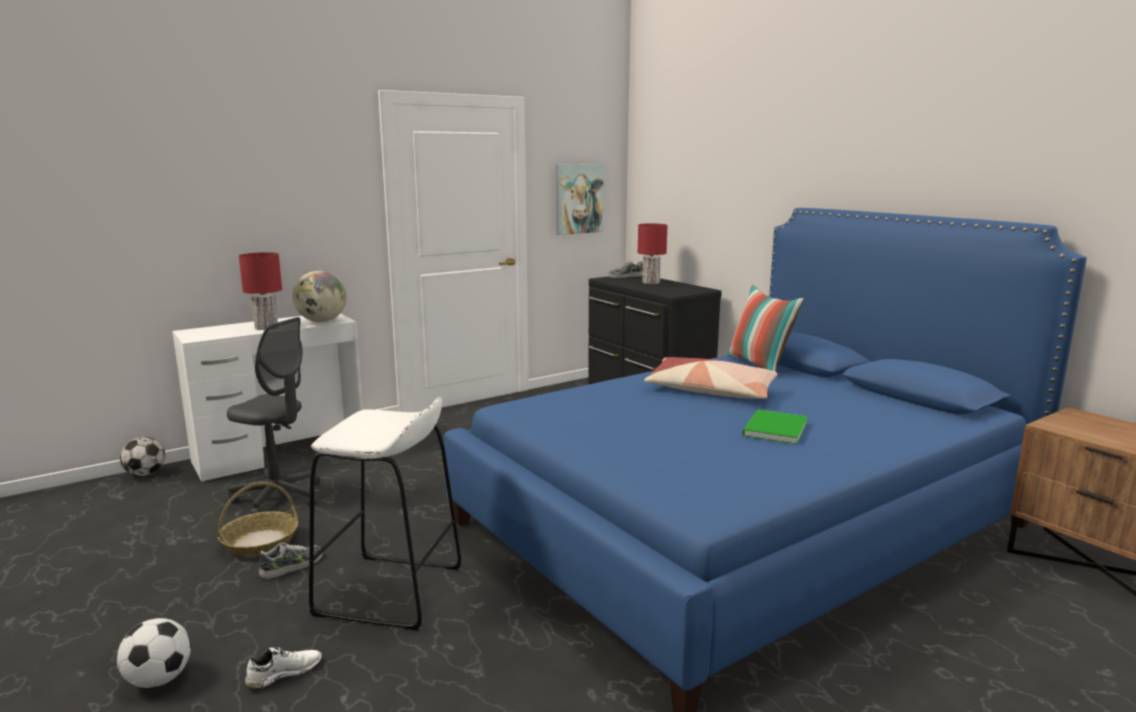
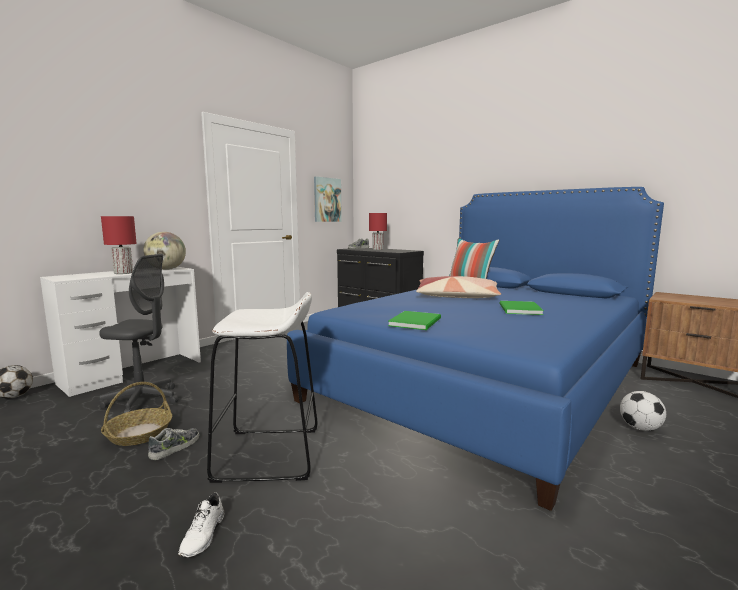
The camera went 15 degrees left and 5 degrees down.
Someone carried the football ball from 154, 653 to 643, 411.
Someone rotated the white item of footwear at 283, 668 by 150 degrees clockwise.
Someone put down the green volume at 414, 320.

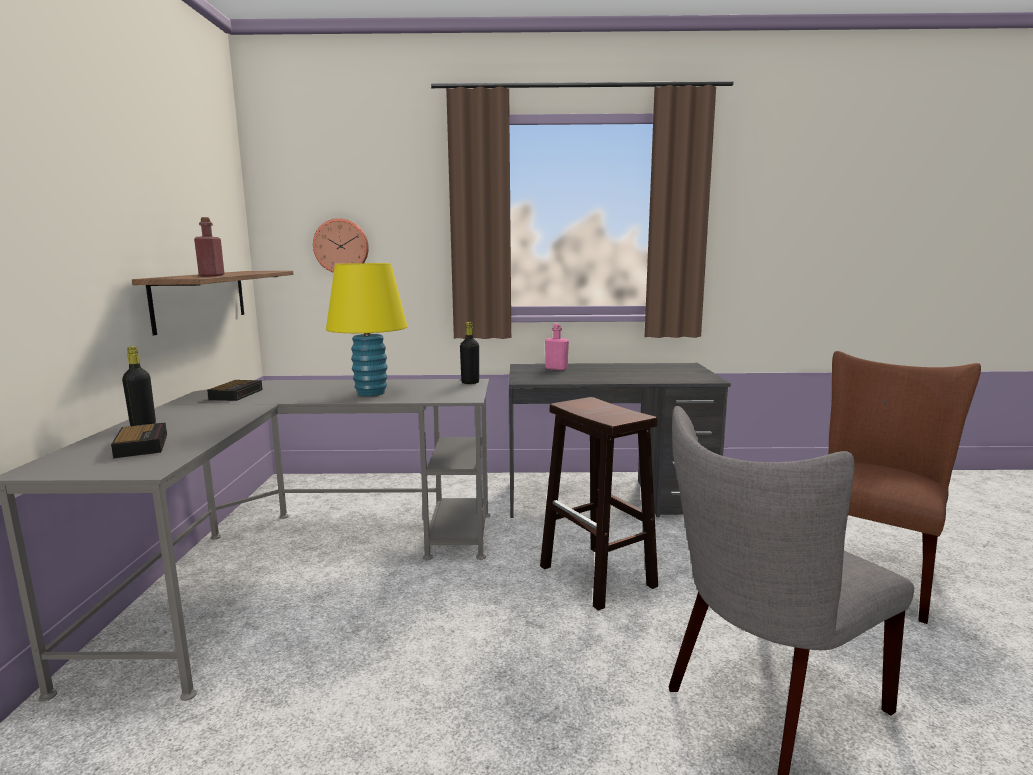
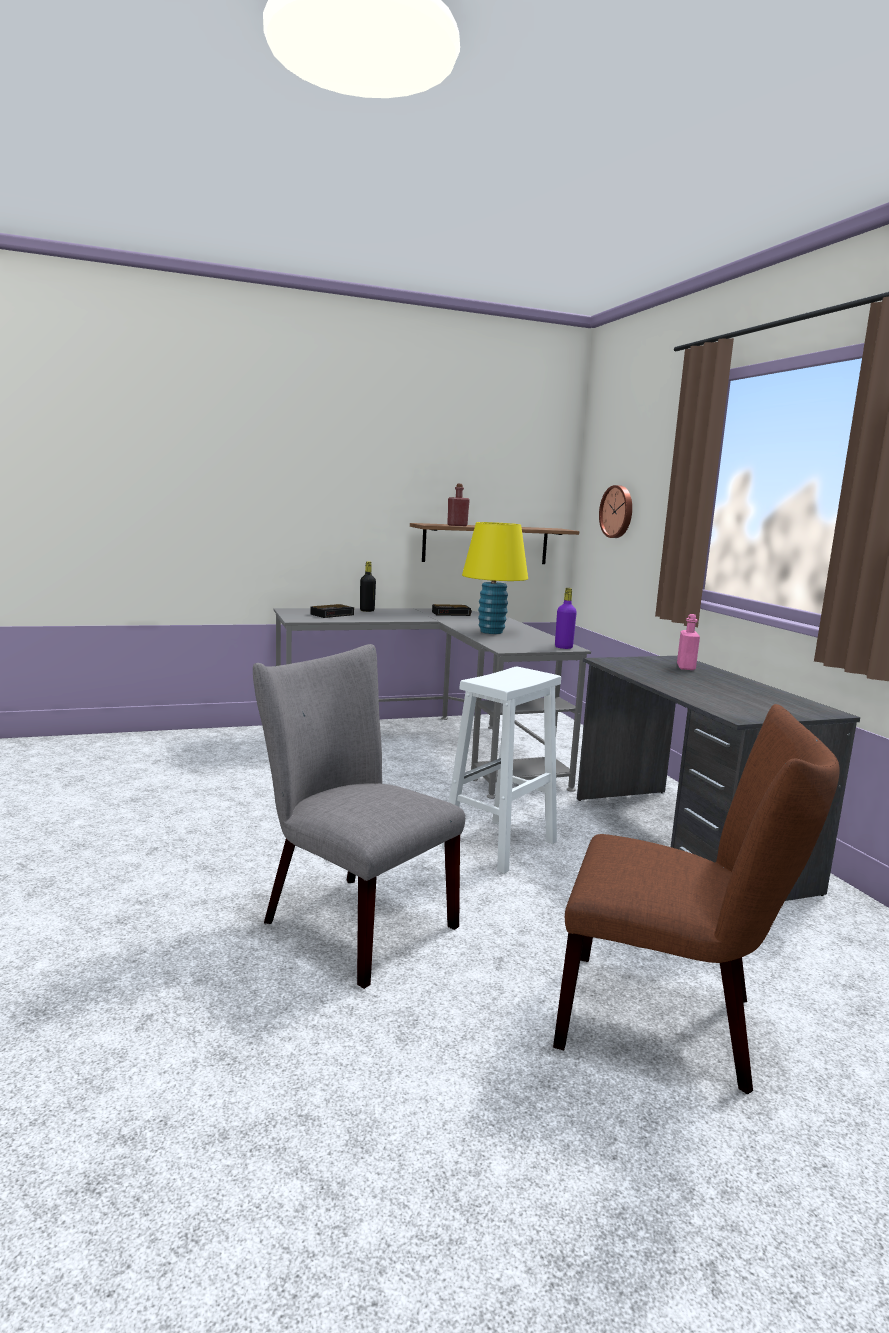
The camera went 70 degrees right and 0 degrees up.
Someone repainted the black-coloured beverage bottle at 469, 353, which became the purple-coloured beverage bottle at 566, 618.
Someone repainted the brownish sitting stool at 599, 504, which became the white sitting stool at 501, 770.

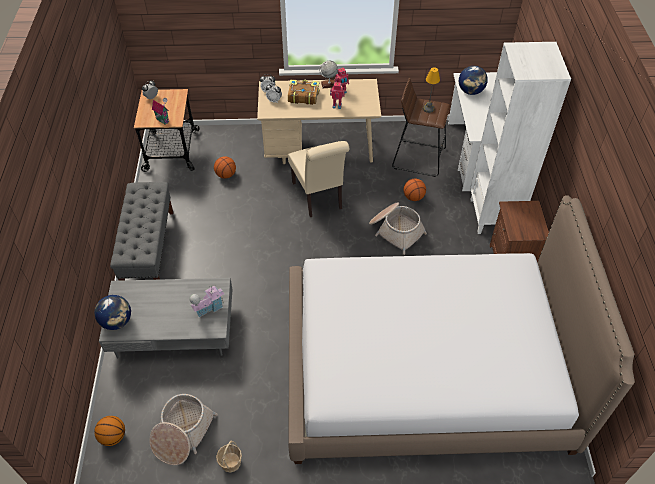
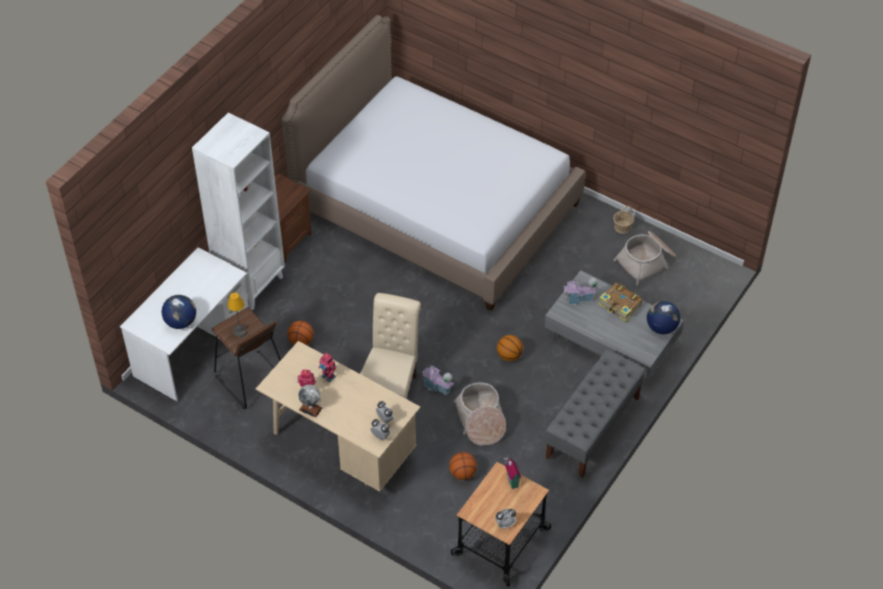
The camera went 145 degrees left and 0 degrees up.
Someone carried the basketball from 109, 431 to 510, 348.
Someone carried the volume from 303, 92 to 620, 302.
Someone carried the household basket from 398, 228 to 480, 414.
Someone put down the toy house at 438, 380.

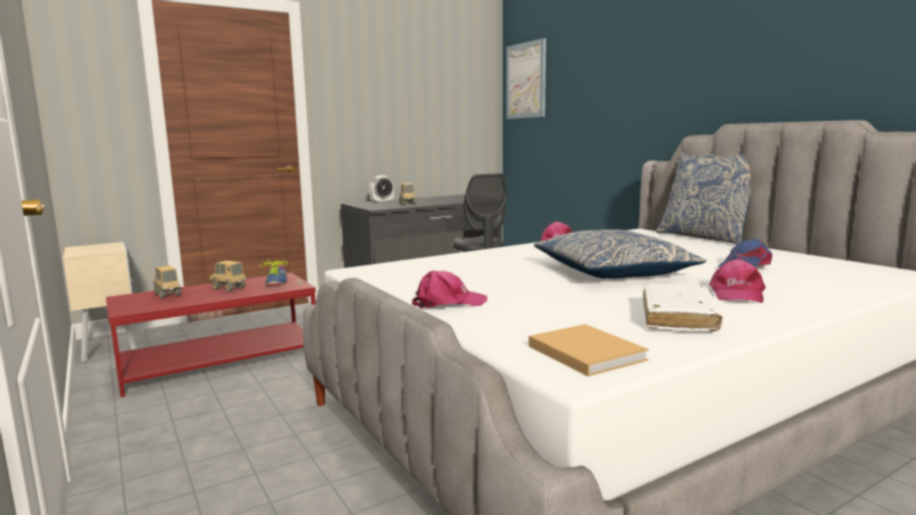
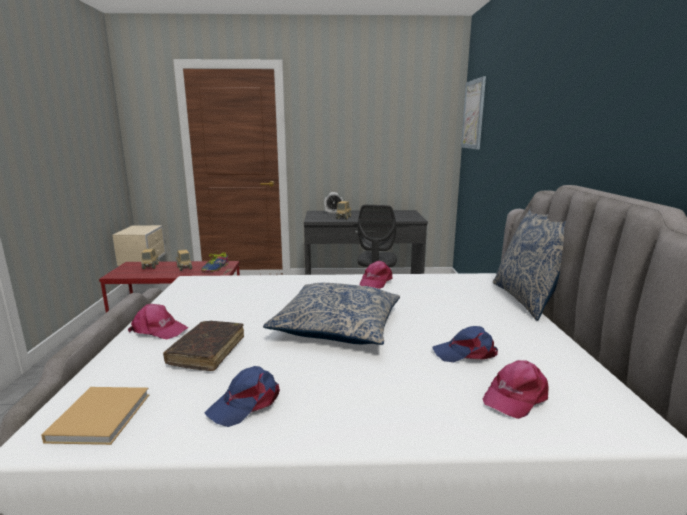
The camera went 30 degrees right and 5 degrees up.
Someone swapped the white volume at 682, 308 for the bluish peaked cap at 242, 396.
Someone carried the pink peaked cap from 737, 281 to 516, 389.
Someone put down the brownish volume at 203, 346.

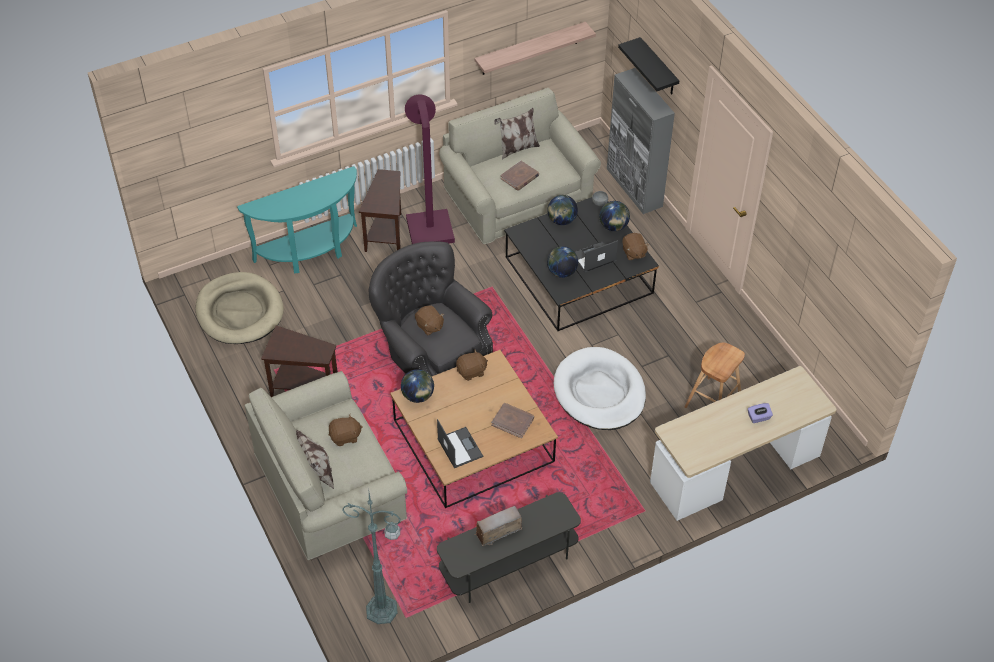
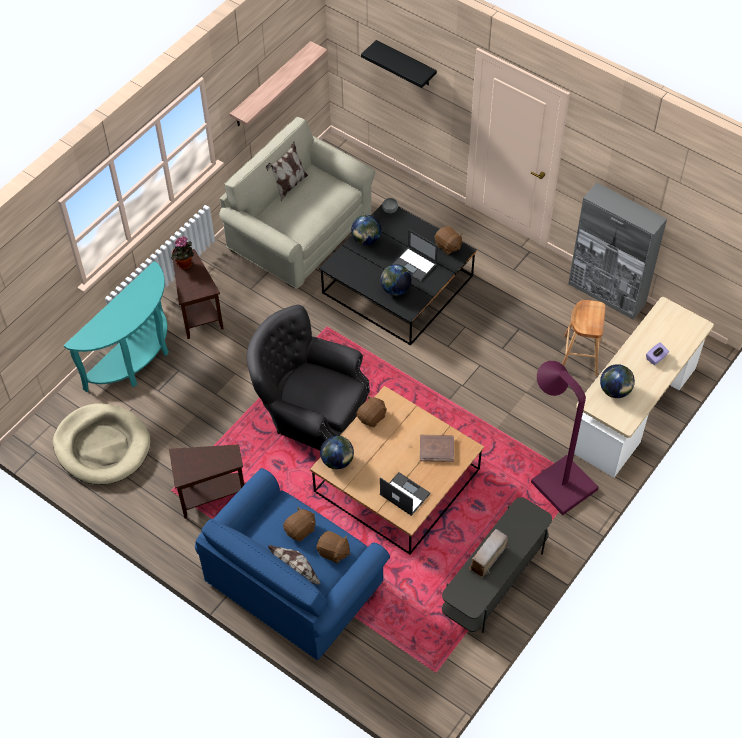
The camera went 25 degrees left and 5 degrees up.
Someone repainted the beige-coloured sofa at 325, 465, which became the bluish sofa at 292, 564.
Someone took away the green standing lamp at 371, 558.
Someone carried the purple-coloured standing lamp from 430, 169 to 564, 438.
Someone carried the brownish cuddly toy from 429, 320 to 333, 547.
Someone took away the brownish volume at 519, 176.
Someone took away the white pet bed at 600, 388.
Someone rotated the portable computer at 596, 256 by 90 degrees counterclockwise.
Someone carried the globe from 614, 216 to 617, 381.
Someone carried the grey cupboard from 641, 141 to 617, 251.
Someone put down the potted plant at 182, 253.

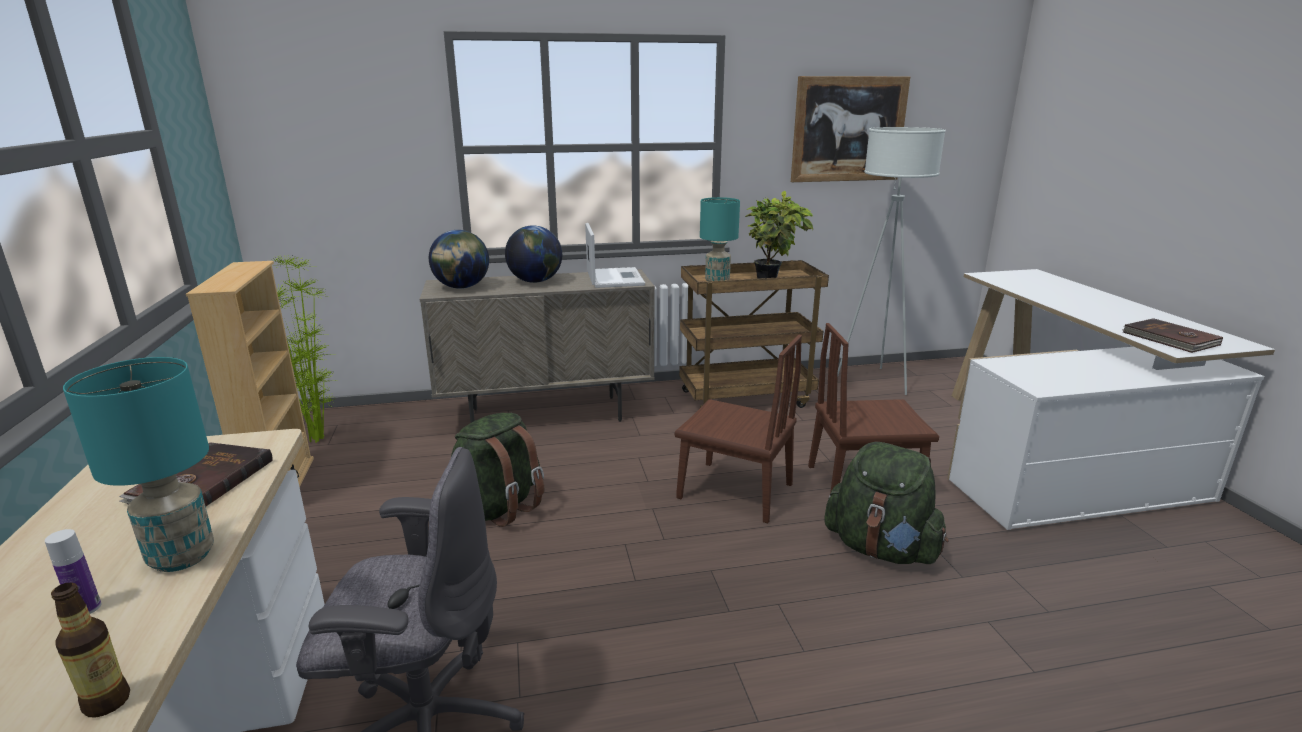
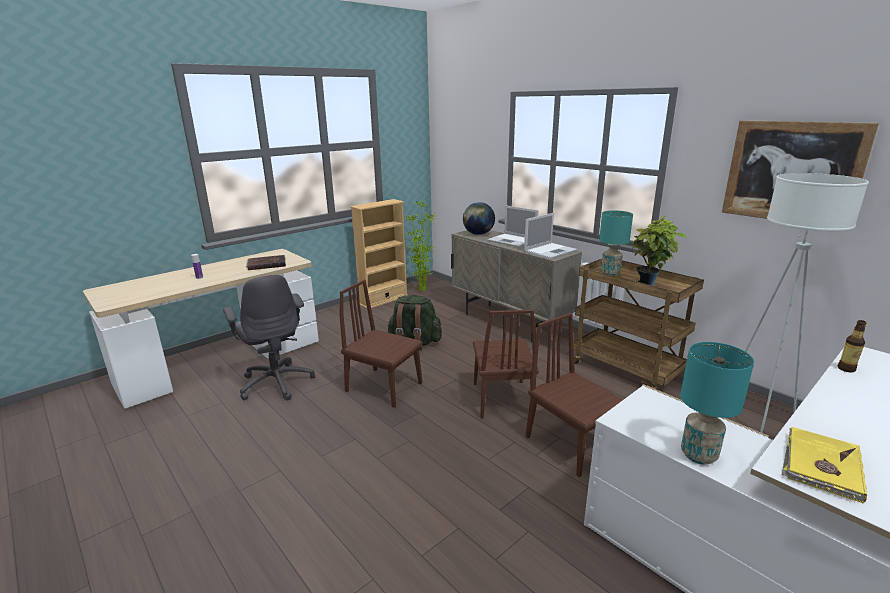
The camera went 60 degrees right and 0 degrees up.
Someone carried the beverage bottle from 90, 650 to 852, 346.
Someone carried the blue-green table lamp from 138, 464 to 717, 403.
Someone swapped the globe at 533, 254 for the portable computer at 512, 226.
Someone took away the green rucksack at 886, 503.
Someone repainted the brownish volume at 1173, 335, which became the yellowish volume at 824, 465.
Someone put down the brownish plain chair at 381, 344.

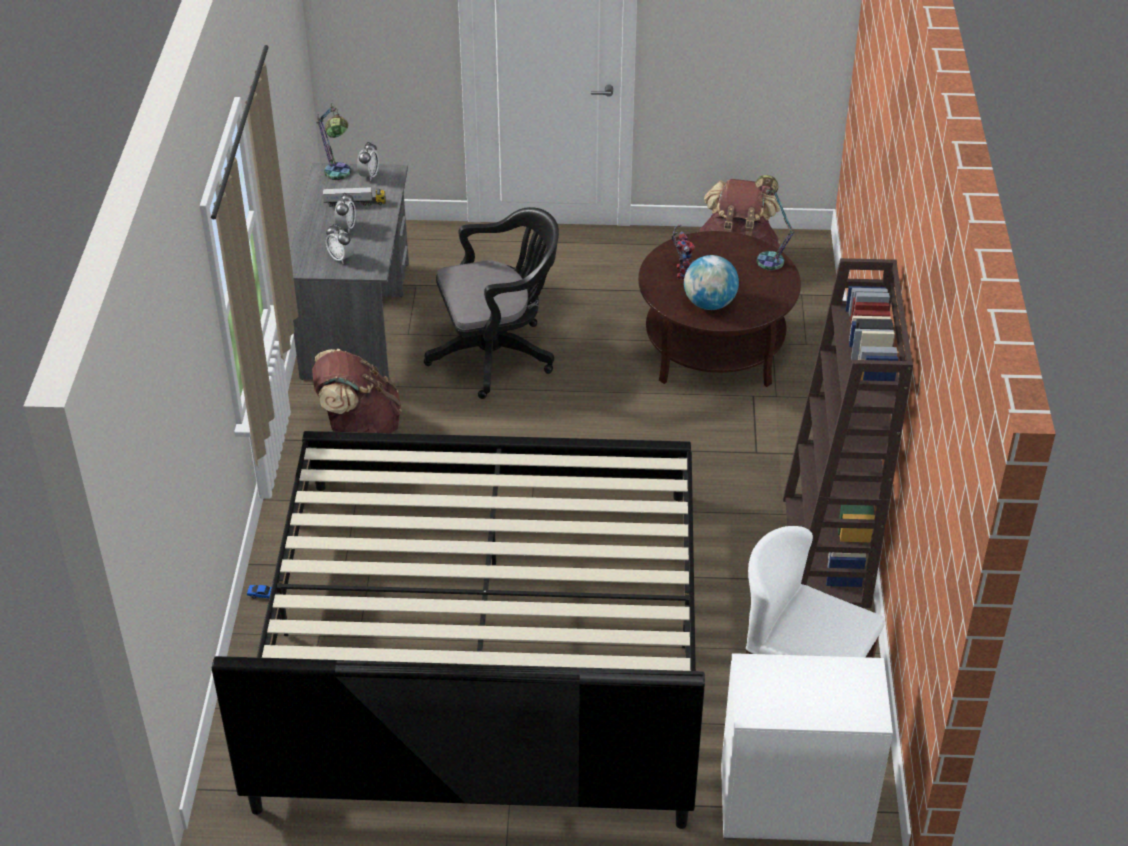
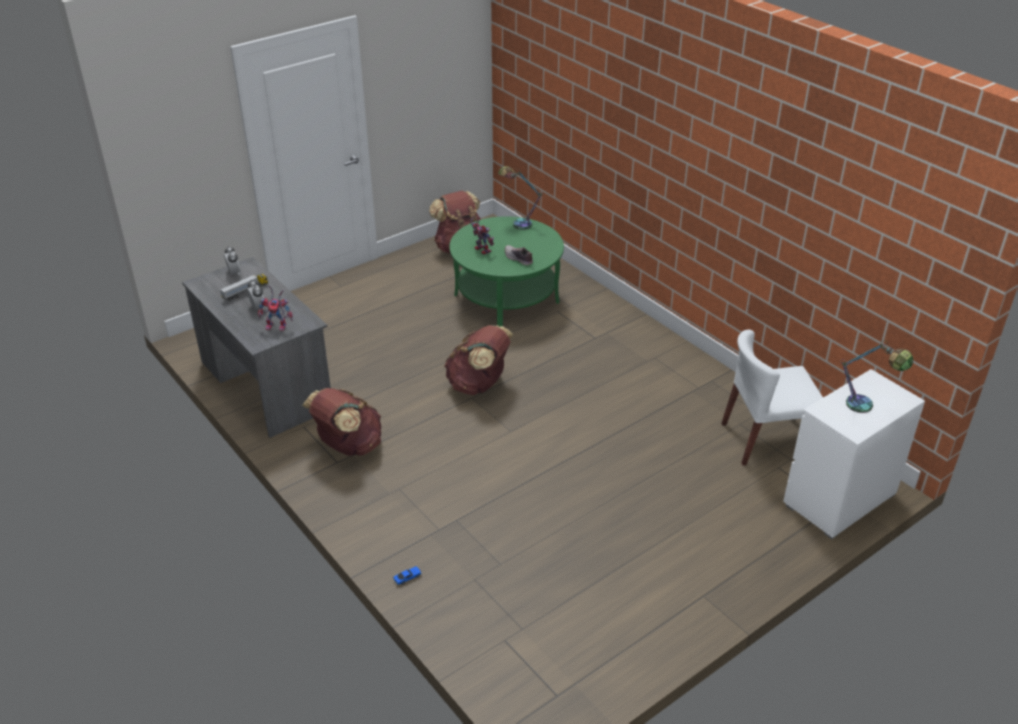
The camera went 40 degrees left and 5 degrees down.
Someone took away the bedroom bed at 458, 630.
Someone carried the table lamp from 333, 141 to 876, 376.
Someone swapped the bedside clock at 340, 243 for the model robot at 275, 308.
Someone took away the black-coloured computer chair at 491, 303.
Someone repainted the brownish low table at 719, 309, which became the green low table at 506, 271.
Someone swapped the globe at 711, 282 for the item of footwear at 519, 255.
Someone took away the brownish shelving unit at 848, 433.
Someone put down the brownish rucksack at 479, 360.

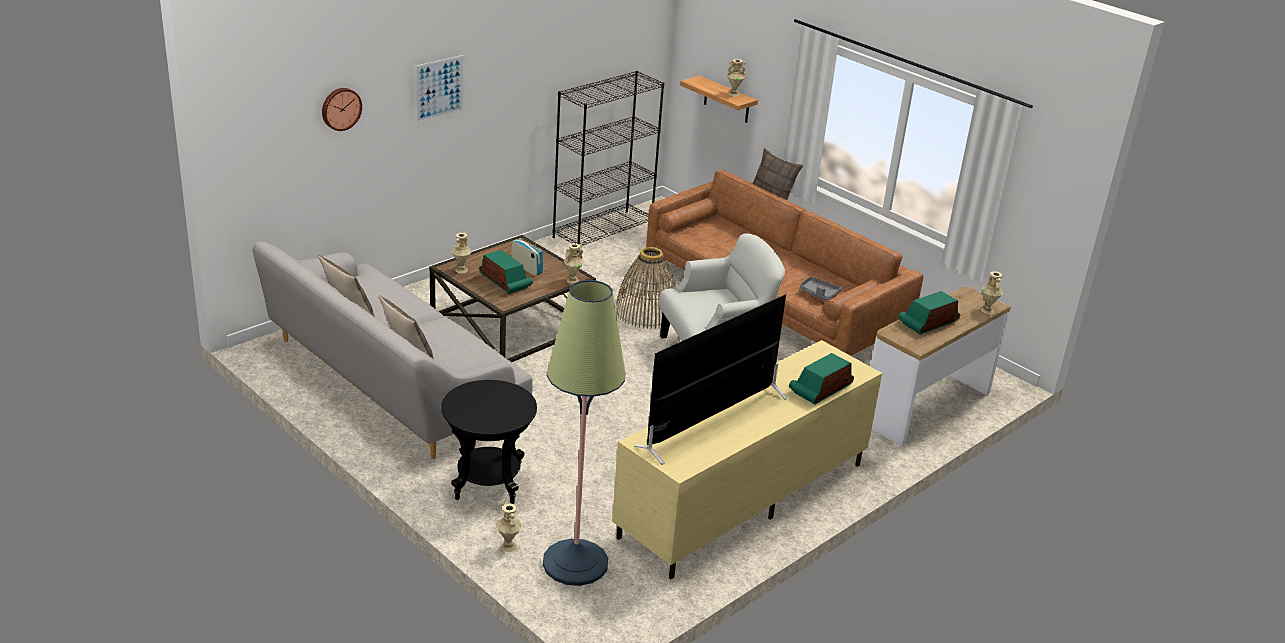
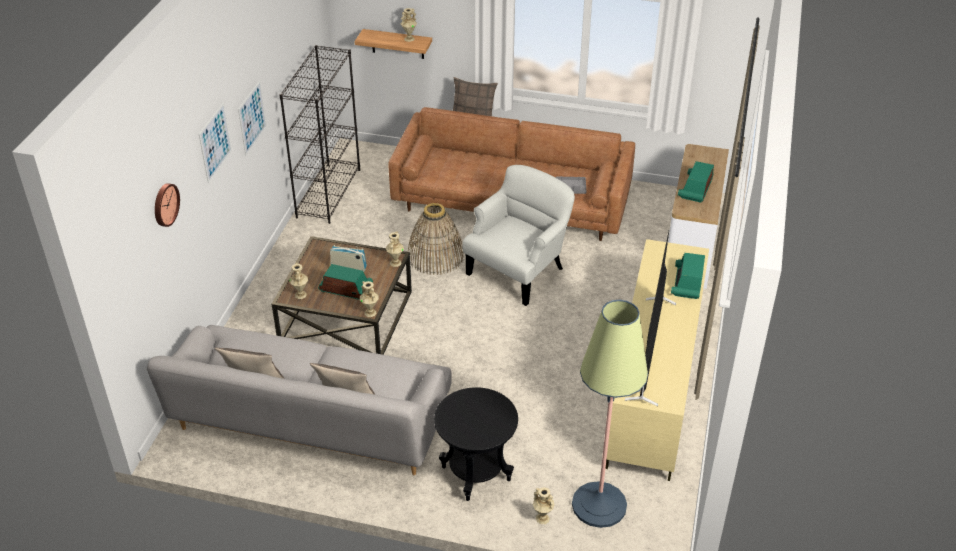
The camera went 30 degrees left and 10 degrees up.
Someone carried the beige-coloured flower vase from 992, 293 to 369, 299.
Someone put up the picture at 252, 118.

